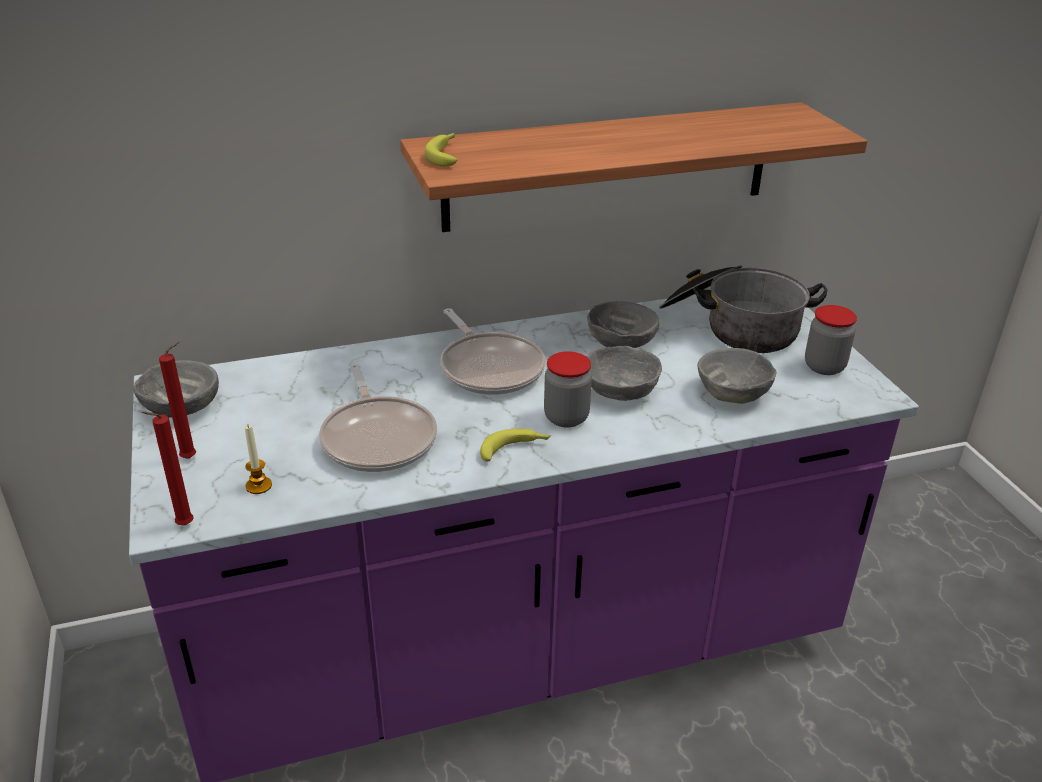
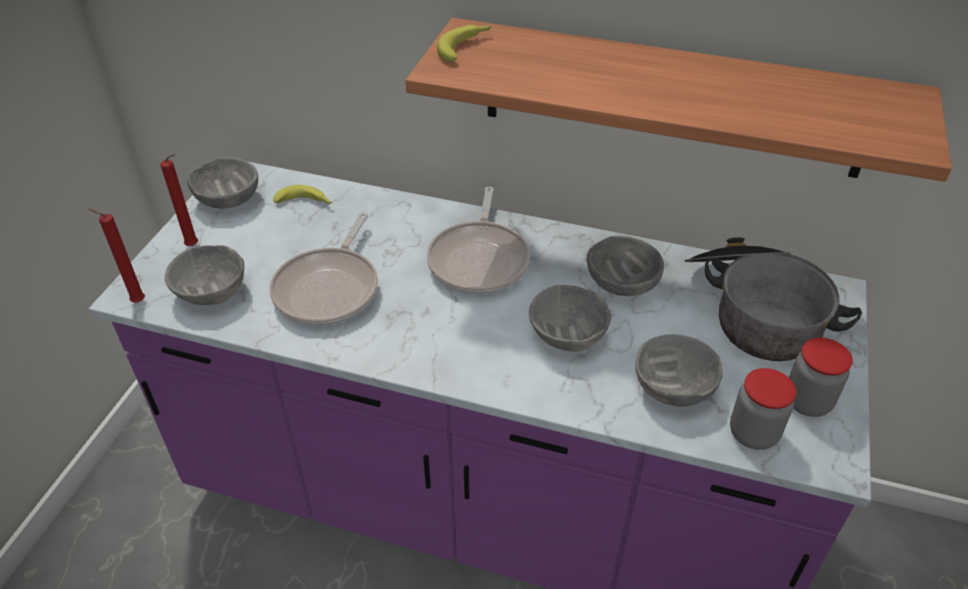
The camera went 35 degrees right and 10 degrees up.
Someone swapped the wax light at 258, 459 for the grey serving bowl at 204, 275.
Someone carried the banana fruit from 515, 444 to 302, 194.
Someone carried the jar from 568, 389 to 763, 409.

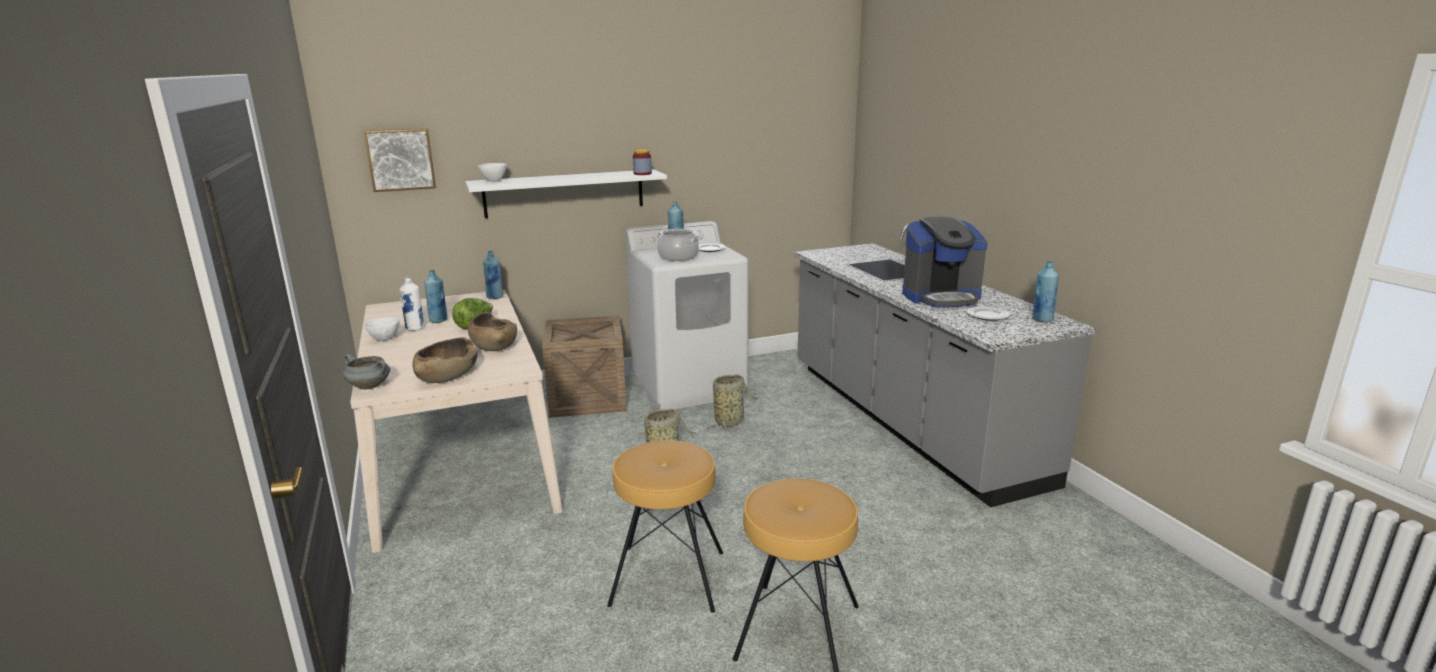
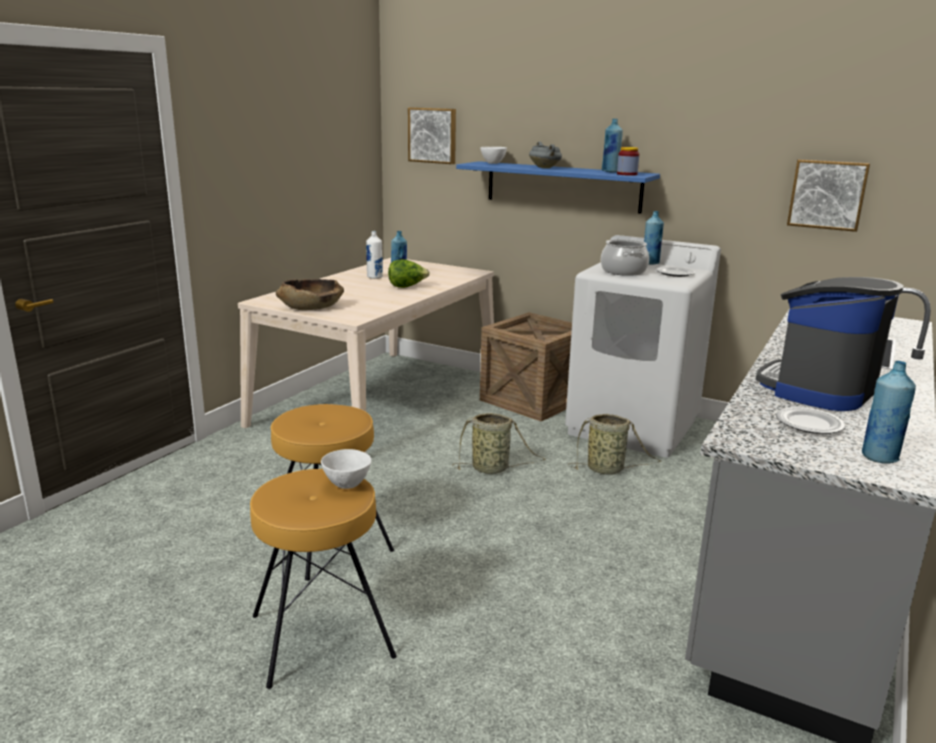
The camera went 50 degrees right and 0 degrees up.
Someone carried the grey cooking pot from 366, 371 to 545, 154.
Someone carried the white serving bowl from 382, 329 to 346, 469.
Someone repainted the white wall shelf at 566, 193, which became the bluish wall shelf at 558, 187.
Someone took away the brownish serving bowl at 492, 331.
Someone carried the bluish beverage bottle from 493, 275 to 612, 146.
Someone rotated the coffee brewer at 944, 262 by 90 degrees clockwise.
Someone put up the picture at 828, 195.

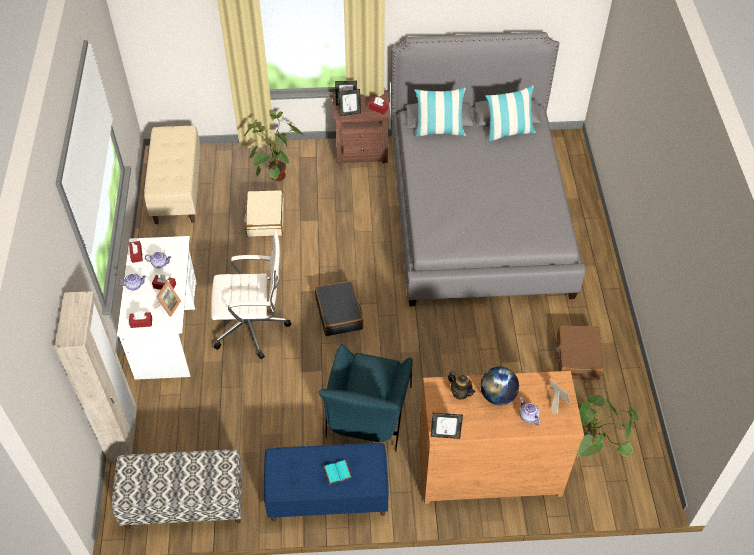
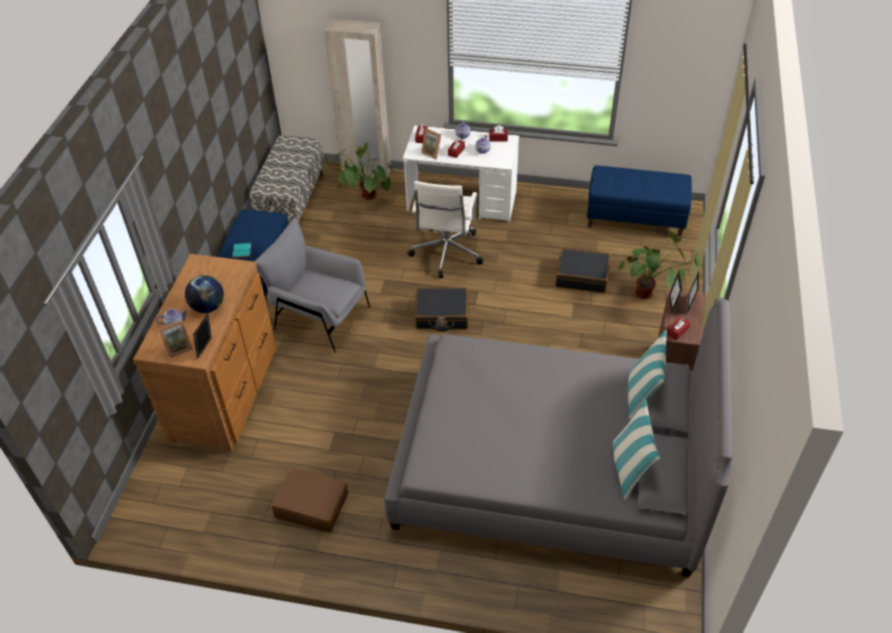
The camera went 105 degrees right and 5 degrees down.
Someone repainted the beige-coloured bench at 172, 175, which became the bluish bench at 639, 200.
Someone repainted the beige-coloured suitcase at 264, 213, which became the black-coloured suitcase at 583, 271.
Someone repainted the bluish lounge chair at 365, 398, which became the grey lounge chair at 312, 285.
Someone carried the photo frame from 447, 426 to 202, 336.
Someone took away the tea pot at 461, 385.
Someone carried the potted plant from 607, 426 to 358, 171.

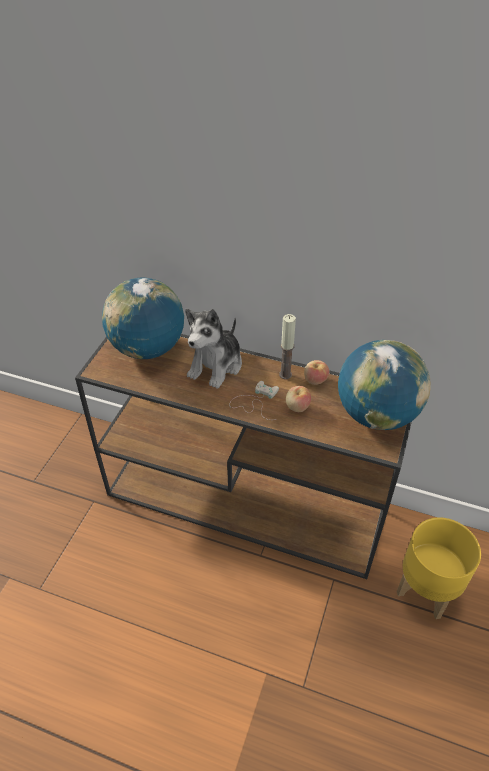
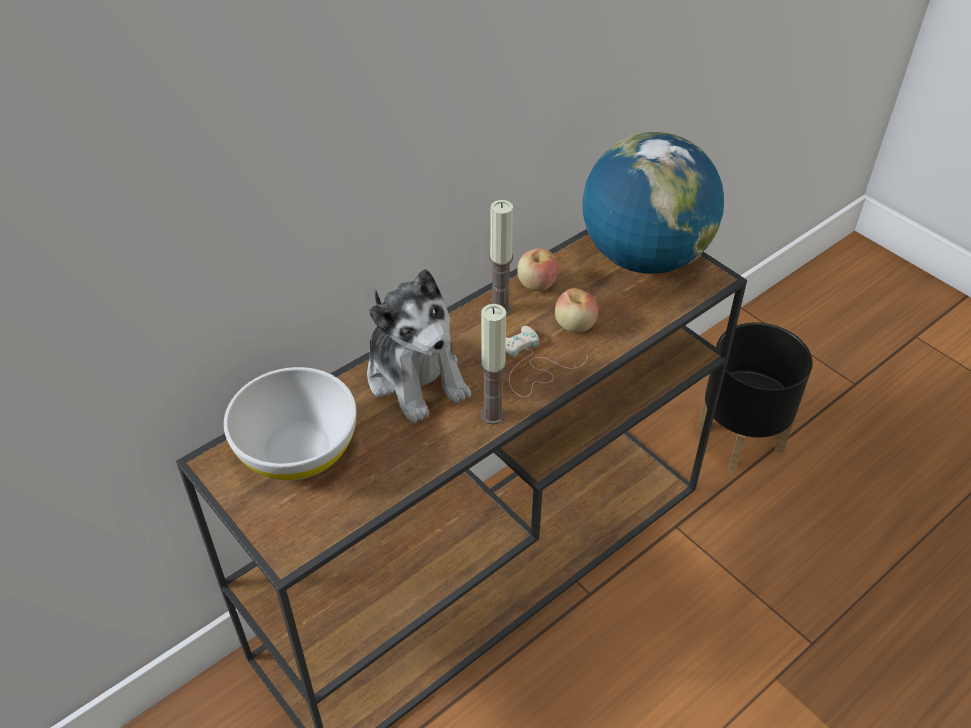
The camera went 60 degrees left and 0 degrees up.
Someone swapped the globe at 143, 318 for the white serving bowl at 290, 423.
Someone repainted the yellowish plant pot at 439, 568, which became the black-coloured plant pot at 755, 397.
Someone put down the wax light at 493, 364.

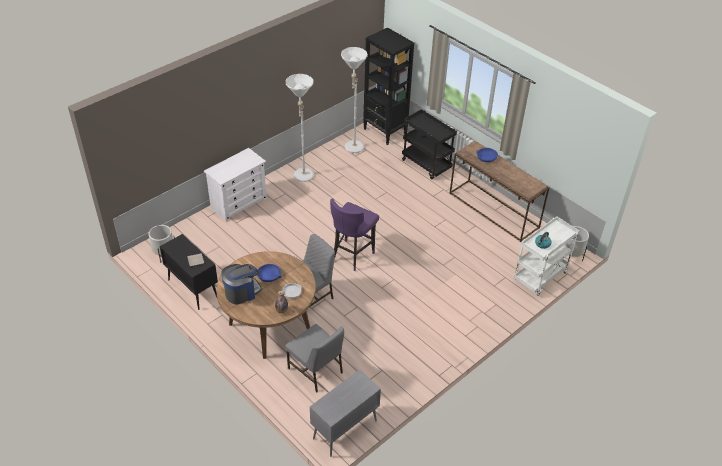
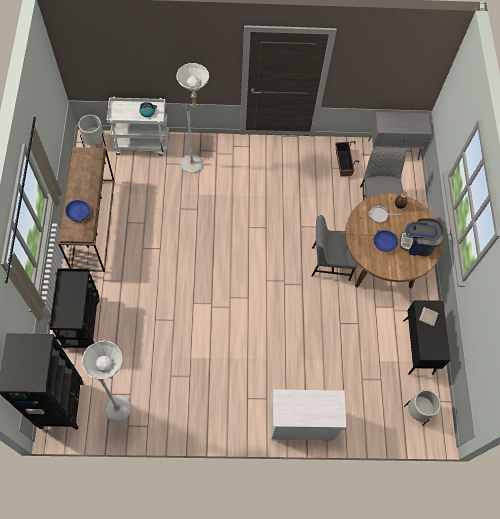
The camera went 140 degrees left and 20 degrees up.
Someone carried the white standing lamp from 299, 128 to 192, 118.
Someone took away the purple-coloured sitting stool at 354, 234.
Someone put down the plant pot at 347, 158.

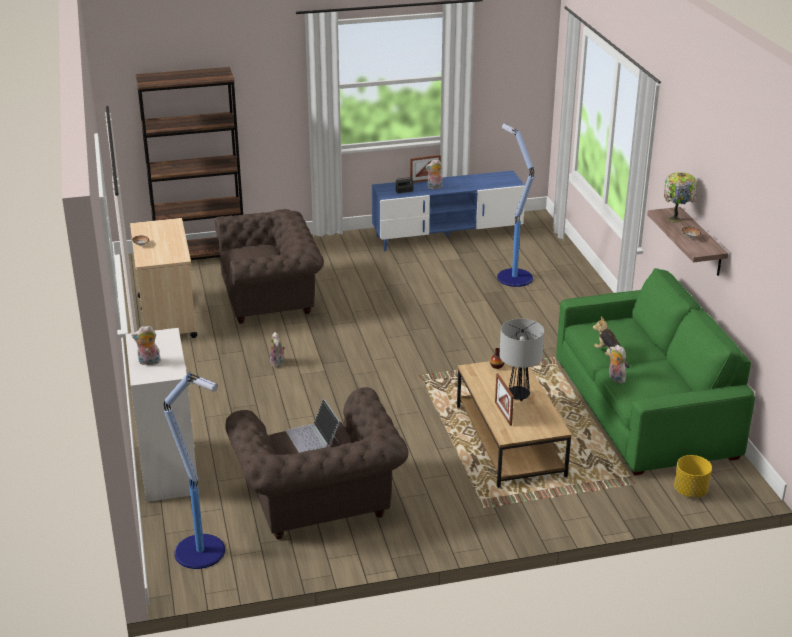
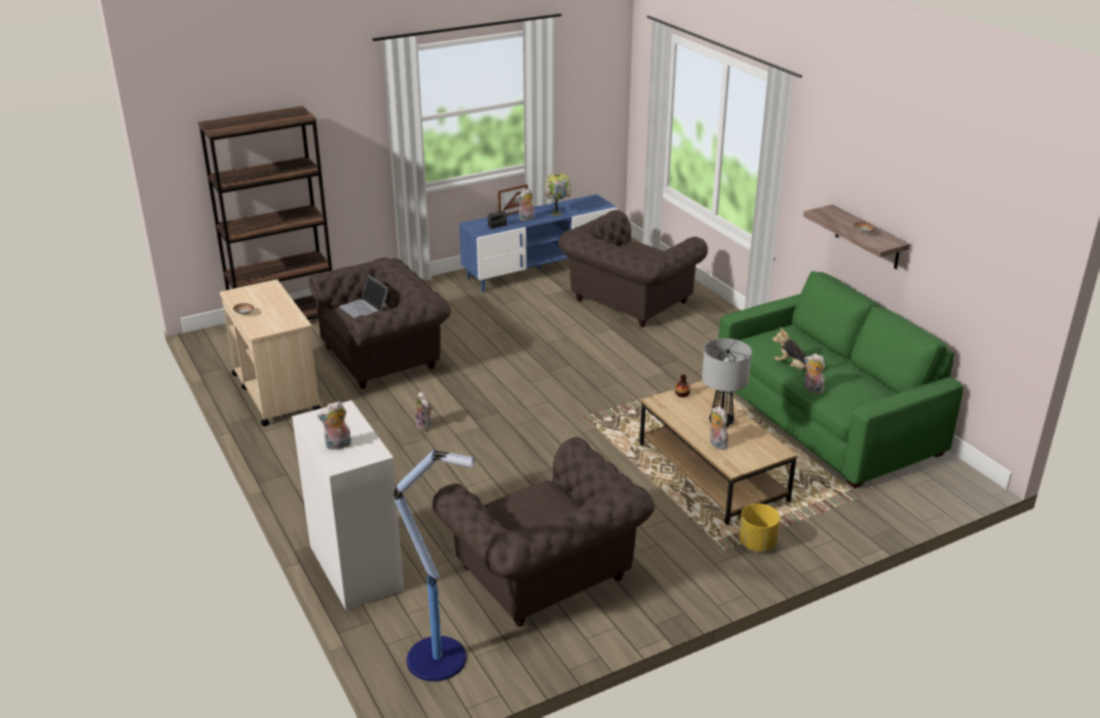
The camera went 15 degrees left and 0 degrees up.
Someone carried the portable computer from 313, 426 to 364, 296.
Someone swapped the photo frame at 504, 399 for the cuddly toy at 719, 428.
Someone swapped the standing lamp at 515, 205 for the brownish lounge chair at 633, 268.
Someone carried the table lamp from 680, 197 to 558, 194.
Someone carried the yellowish plant pot from 693, 476 to 759, 528.

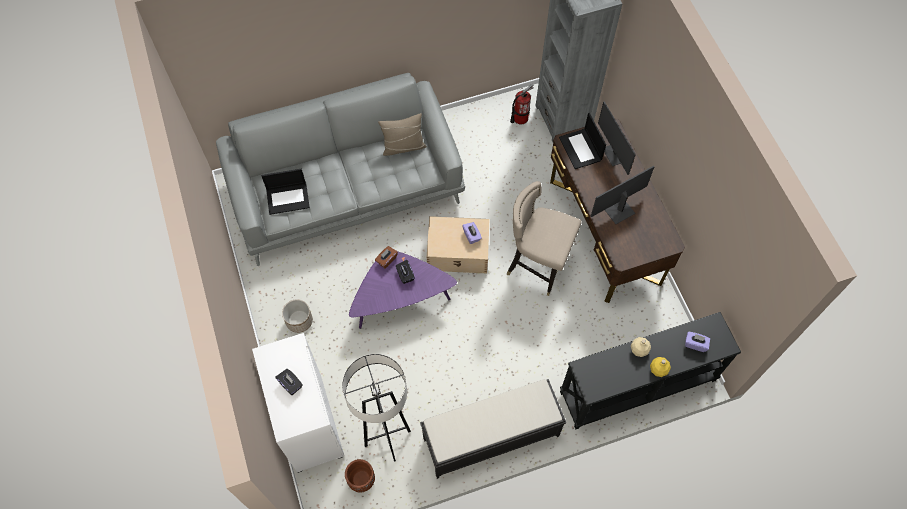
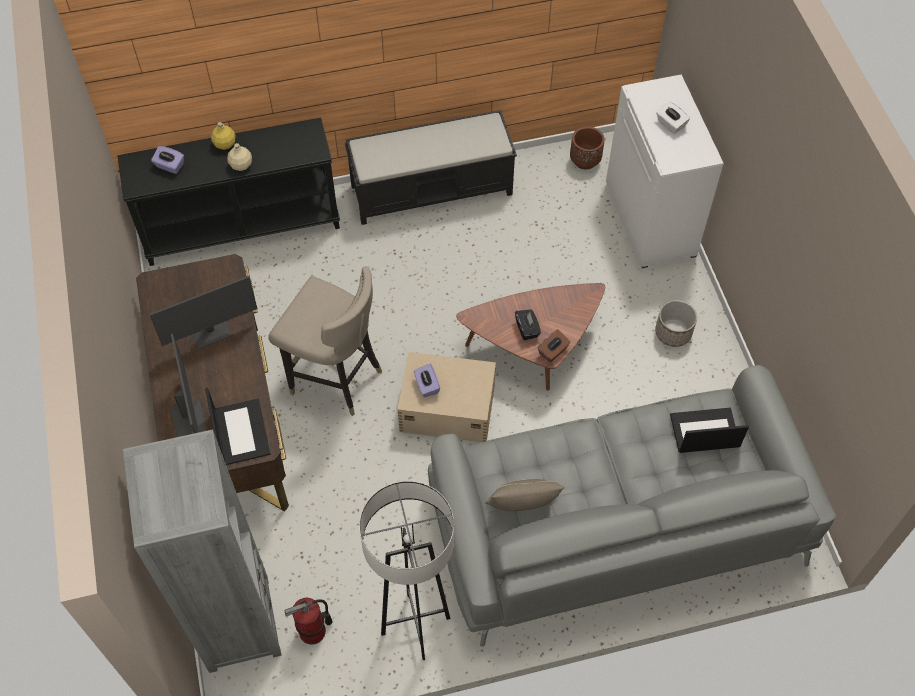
The camera went 175 degrees left and 5 degrees down.
Someone repainted the black-coloured box of tissues at 288, 382, which became the white box of tissues at 673, 117.
Someone carried the grey standing lamp from 376, 408 to 406, 570.
Someone repainted the purple-coloured low table at 403, 290, which became the brownish low table at 530, 336.

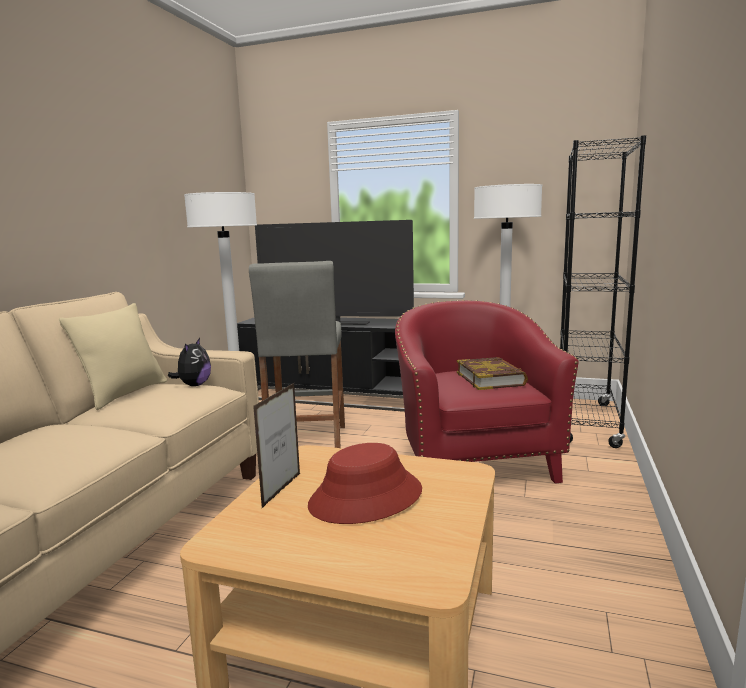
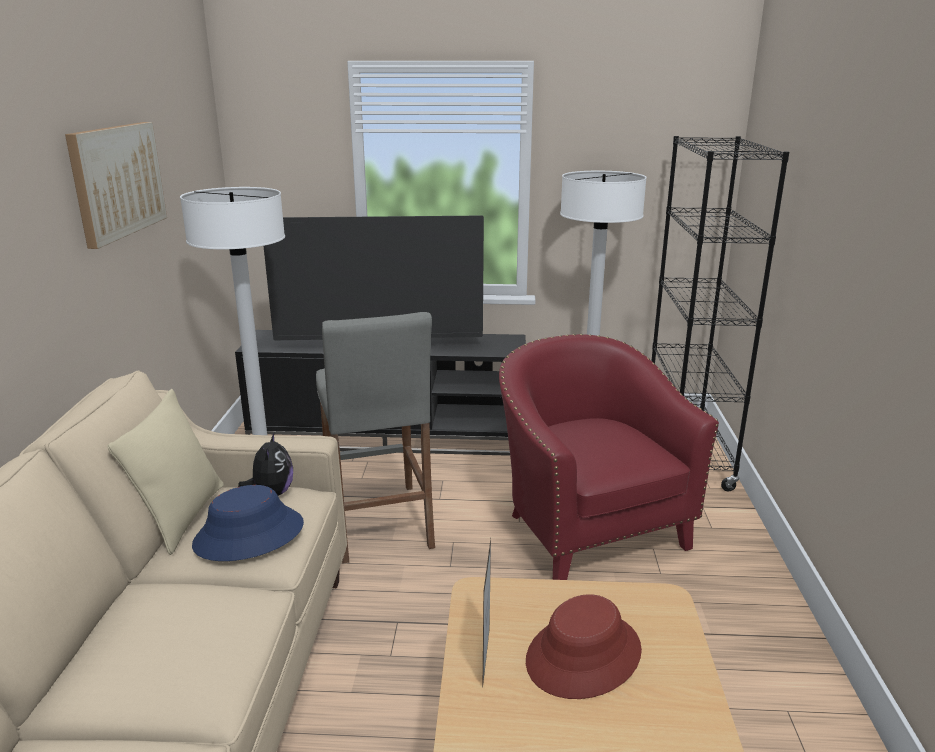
The camera went 15 degrees left and 10 degrees up.
Someone took away the volume at 492, 373.
Someone put up the picture at 116, 185.
Someone put down the bluish wearable hat at 248, 523.

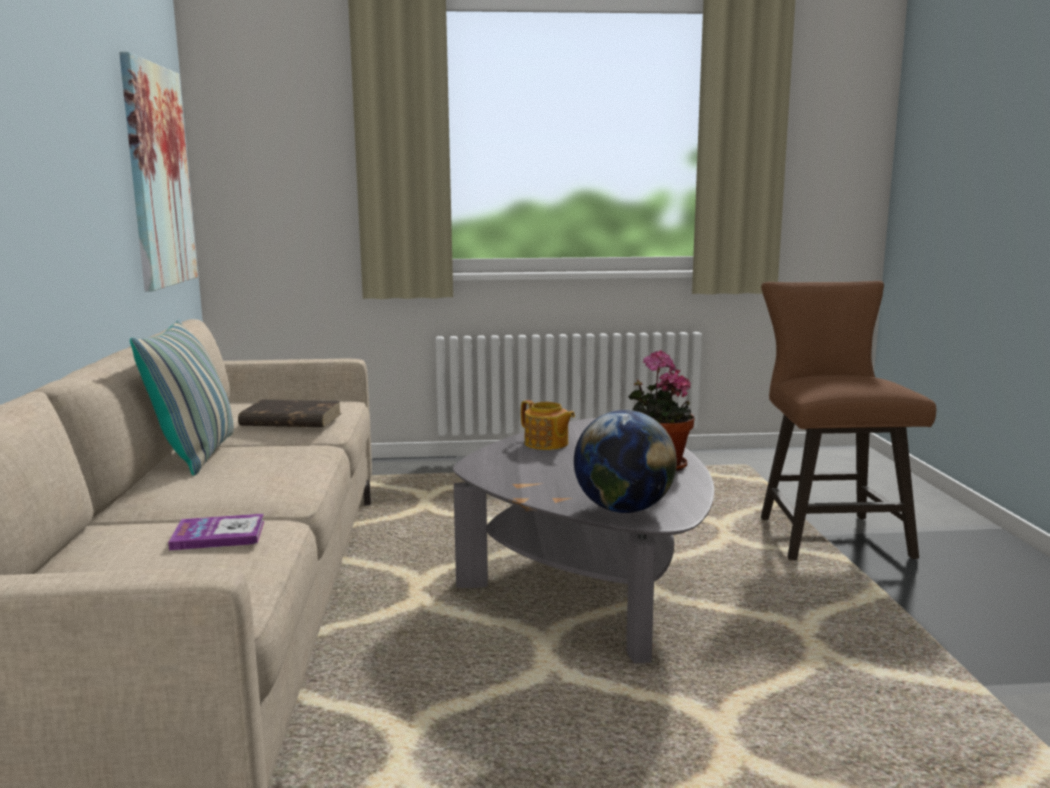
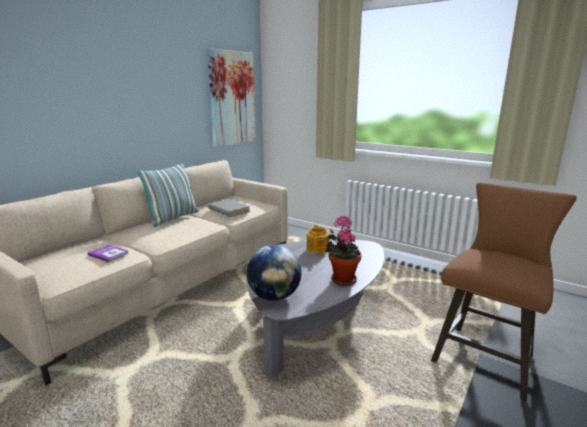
The camera went 40 degrees right and 5 degrees up.
Someone repainted the brownish volume at 290, 413, which became the grey volume at 229, 208.

